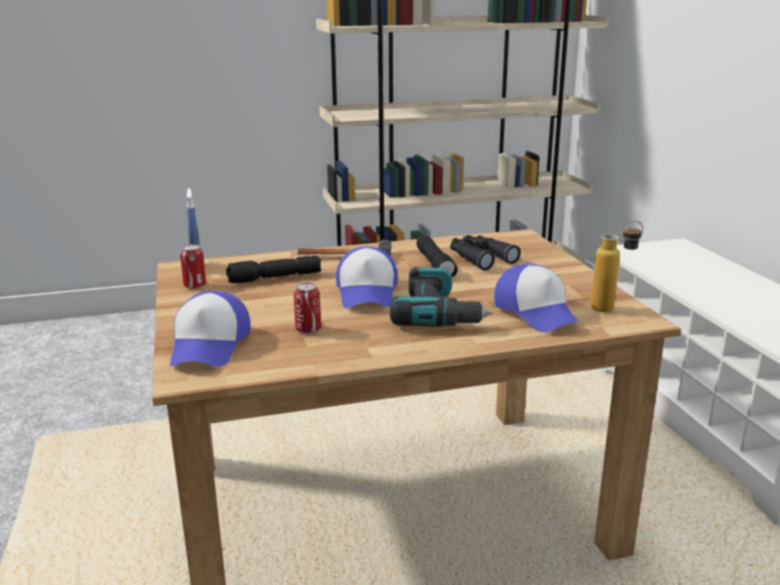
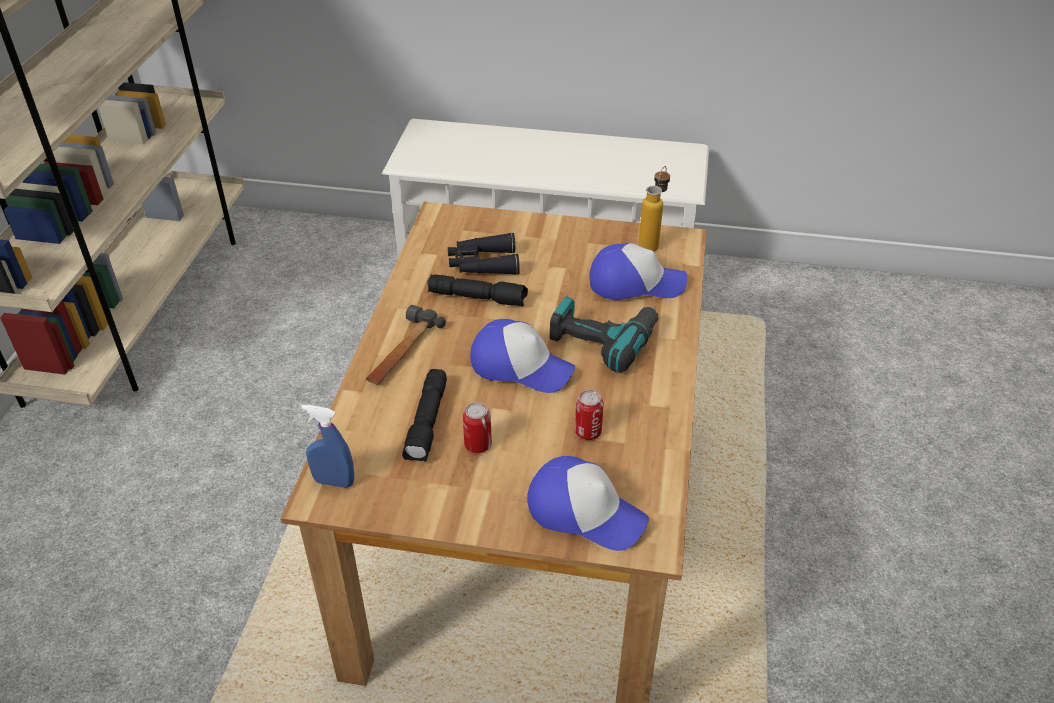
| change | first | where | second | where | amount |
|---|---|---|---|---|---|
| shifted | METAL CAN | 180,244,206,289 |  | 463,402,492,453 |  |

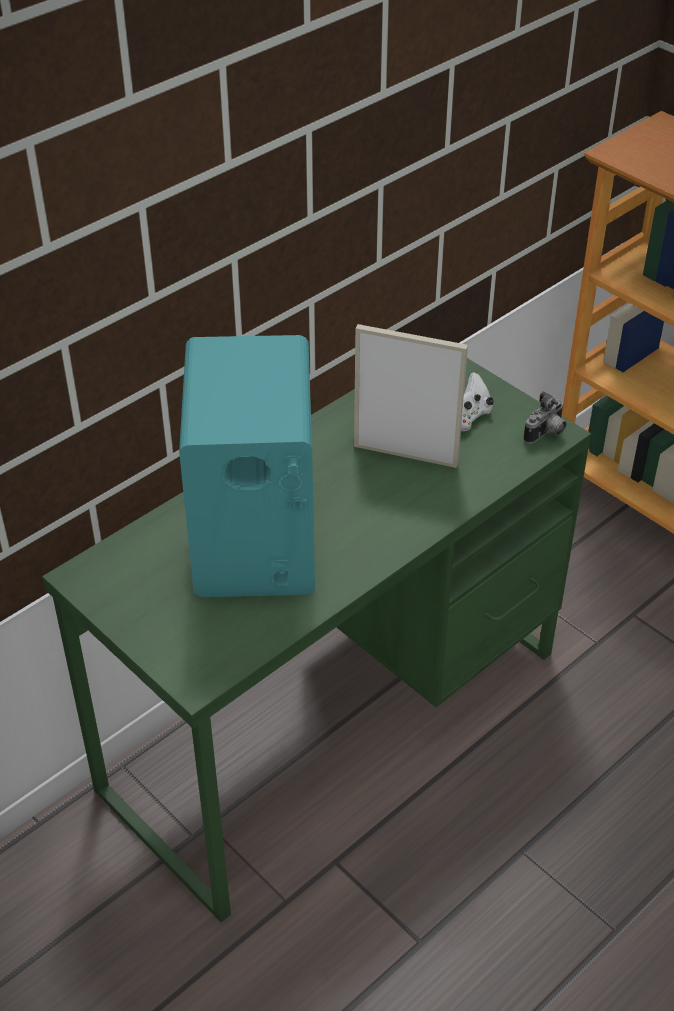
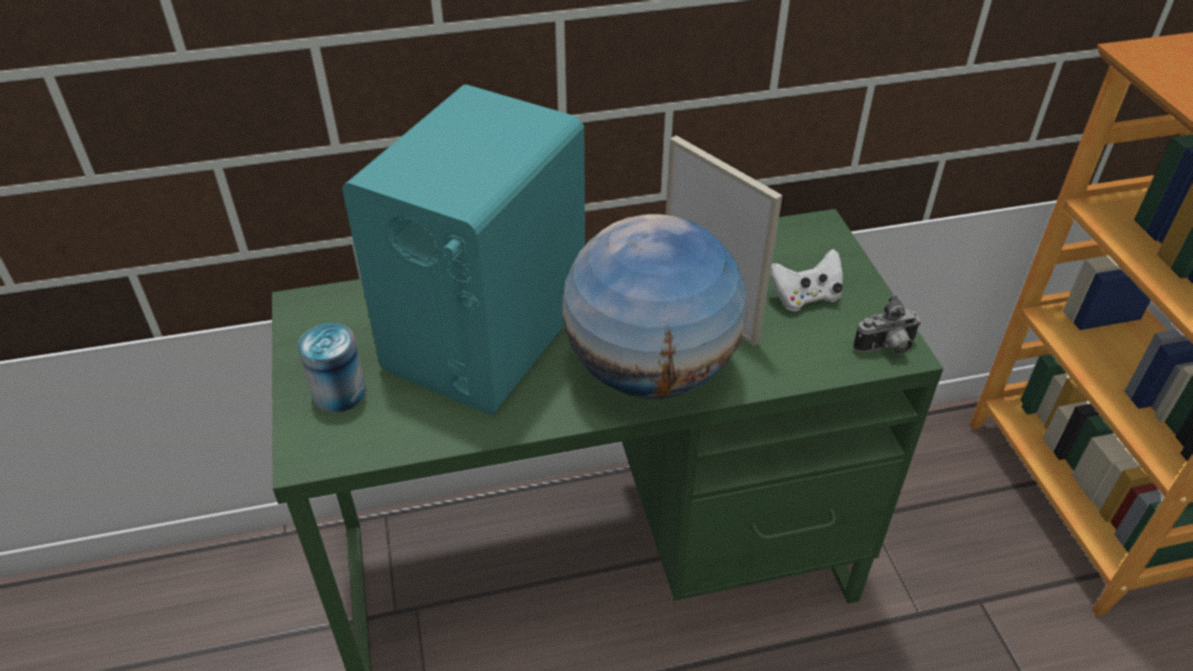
| change | first | where | second | where | amount |
|---|---|---|---|---|---|
| new |  |  | METAL CAN | 298,323,366,413 |  |
| new |  |  | WORLD GLOBE | 562,214,747,398 |  |

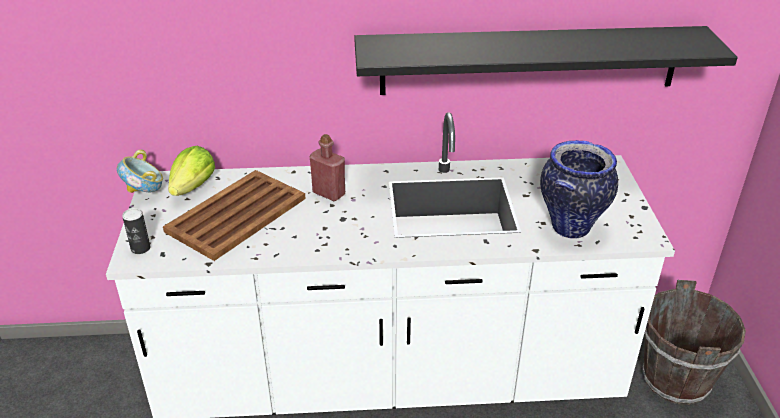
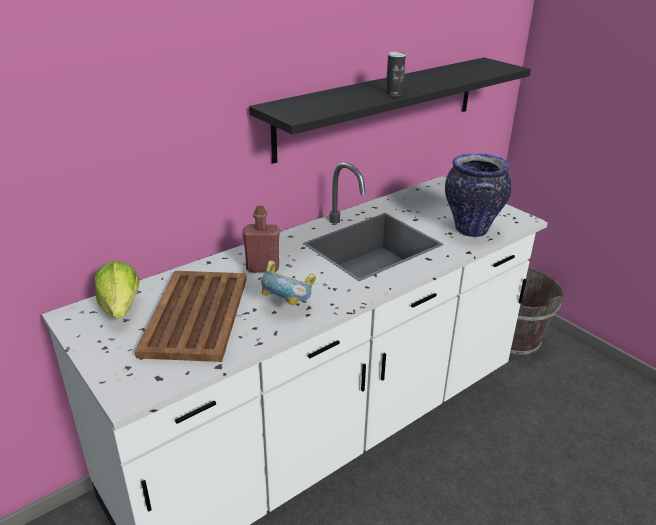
| change | first | where | second | where | amount |
|---|---|---|---|---|---|
| shifted | BOWL | 117,149,163,193 |  | 261,260,316,305 |  |
| shifted | METAL CAN | 122,208,150,254 |  | 386,52,406,96 |  |

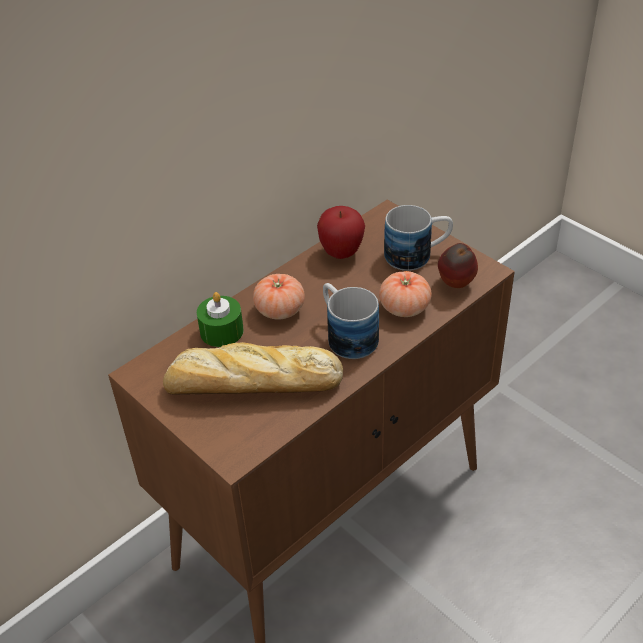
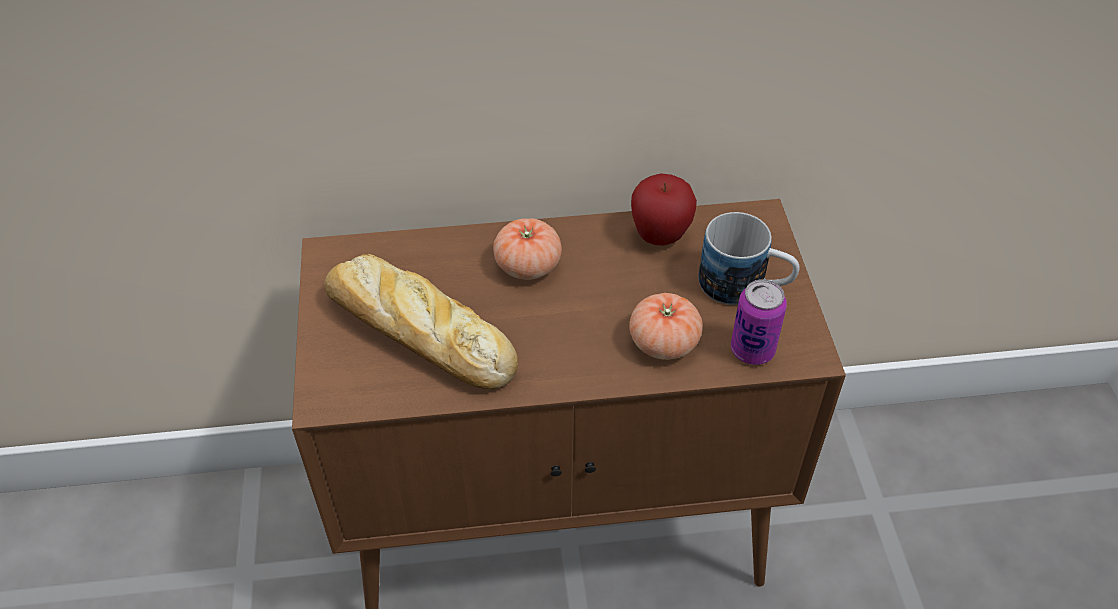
| change | first | where | second | where | amount |
|---|---|---|---|---|---|
| swapped | APPLE FRUIT | 438,243,478,288 | METAL CAN | 731,279,787,365 |  |
| gone | GREENISH WAX CANDLE | 197,292,244,347 |  |  |  |
| gone | MUG | 323,283,379,359 |  |  |  |

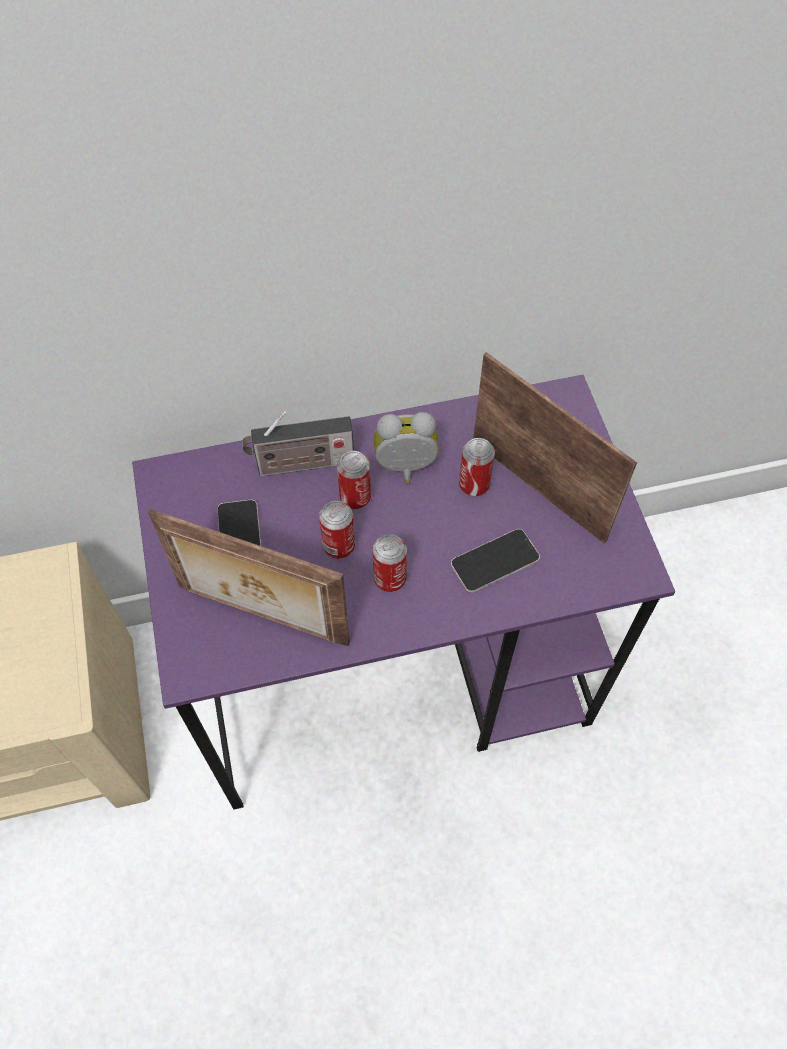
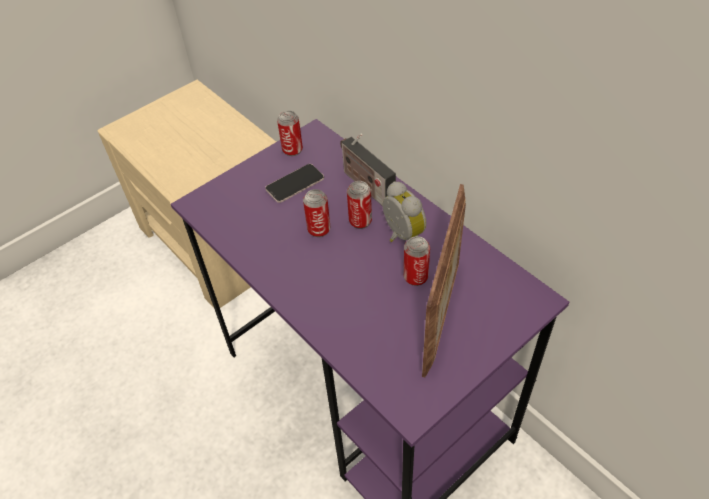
| change | first | where | second | where | amount |
|---|---|---|---|---|---|
| shifted | METAL CAN | 372,534,407,592 |  | 277,111,303,156 |  |
| gone | STANDING FRAME | 148,509,350,646 |  |  |  |
| gone | PHONE | 451,529,540,593 |  |  |  |

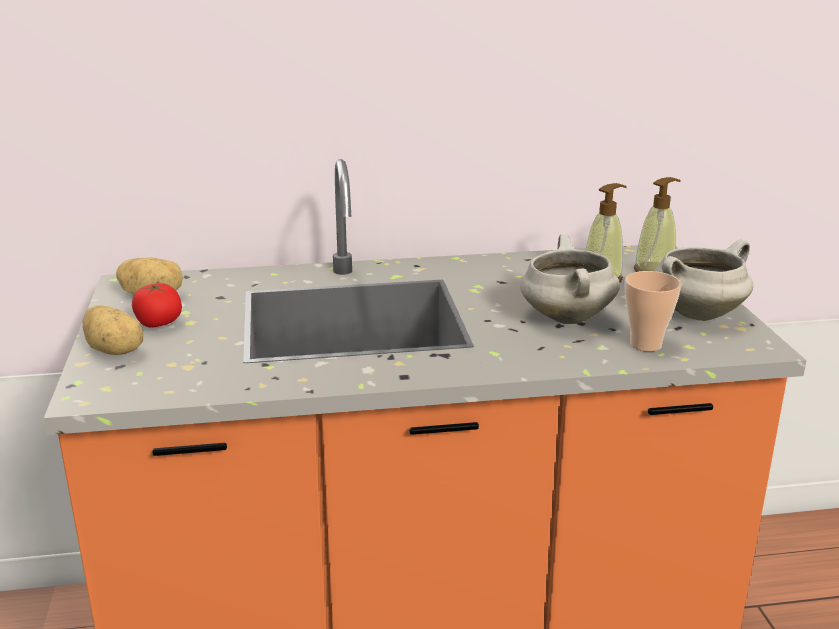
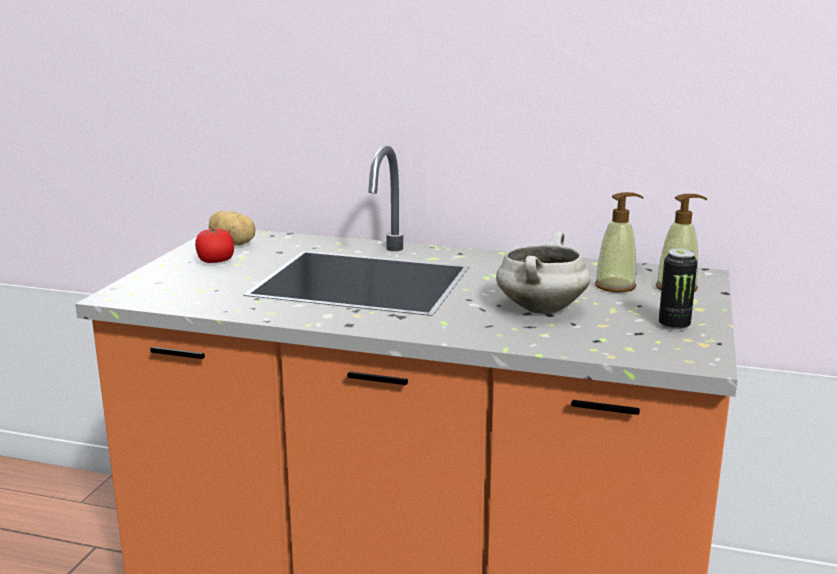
| change | first | where | second | where | amount |
|---|---|---|---|---|---|
| swapped | WHITISH COOKING POT | 655,240,753,321 | METAL CAN | 659,249,697,331 |  |
| gone | POTATO | 82,305,143,355 |  |  |  |
| gone | CUP | 625,271,681,351 |  |  |  |

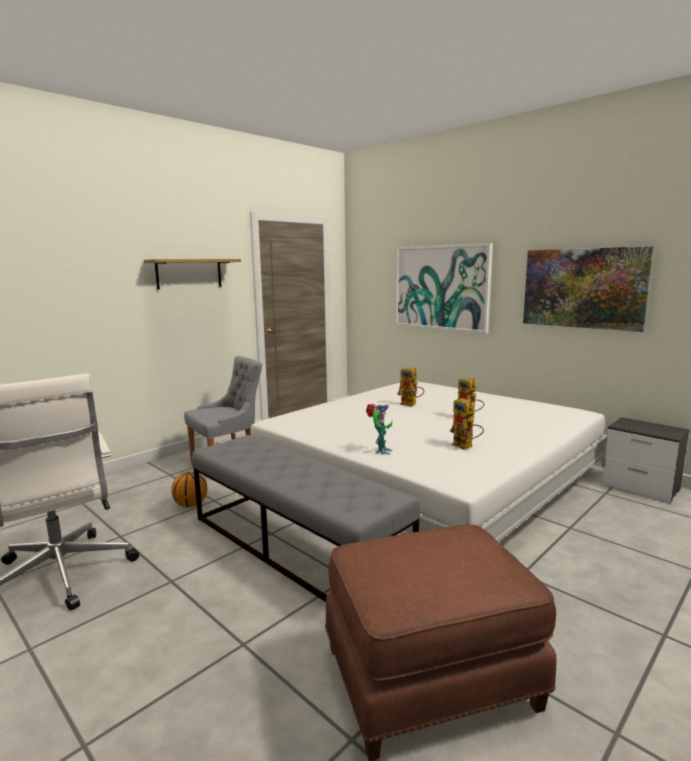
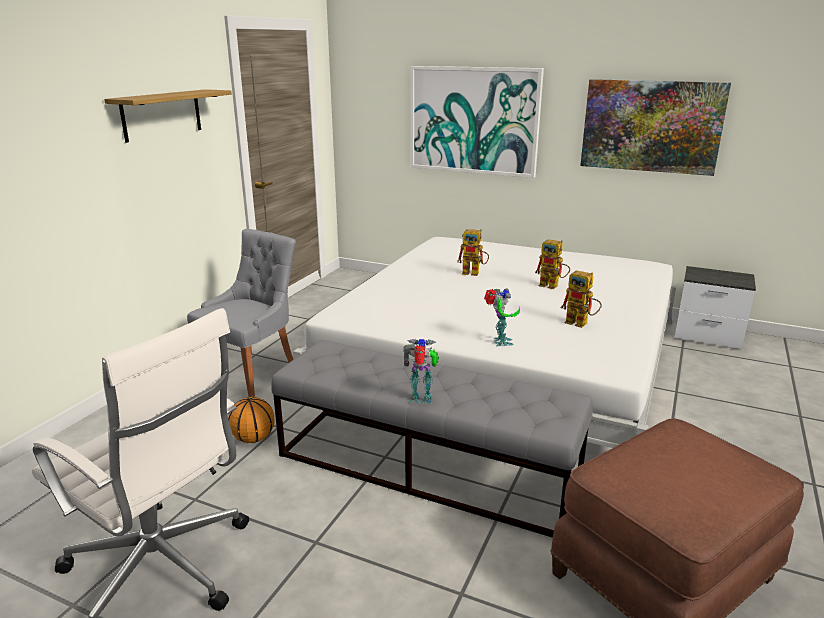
| change | first | where | second | where | amount |
|---|---|---|---|---|---|
| new |  |  | TOY ROBOT | 403,339,439,404 |  |

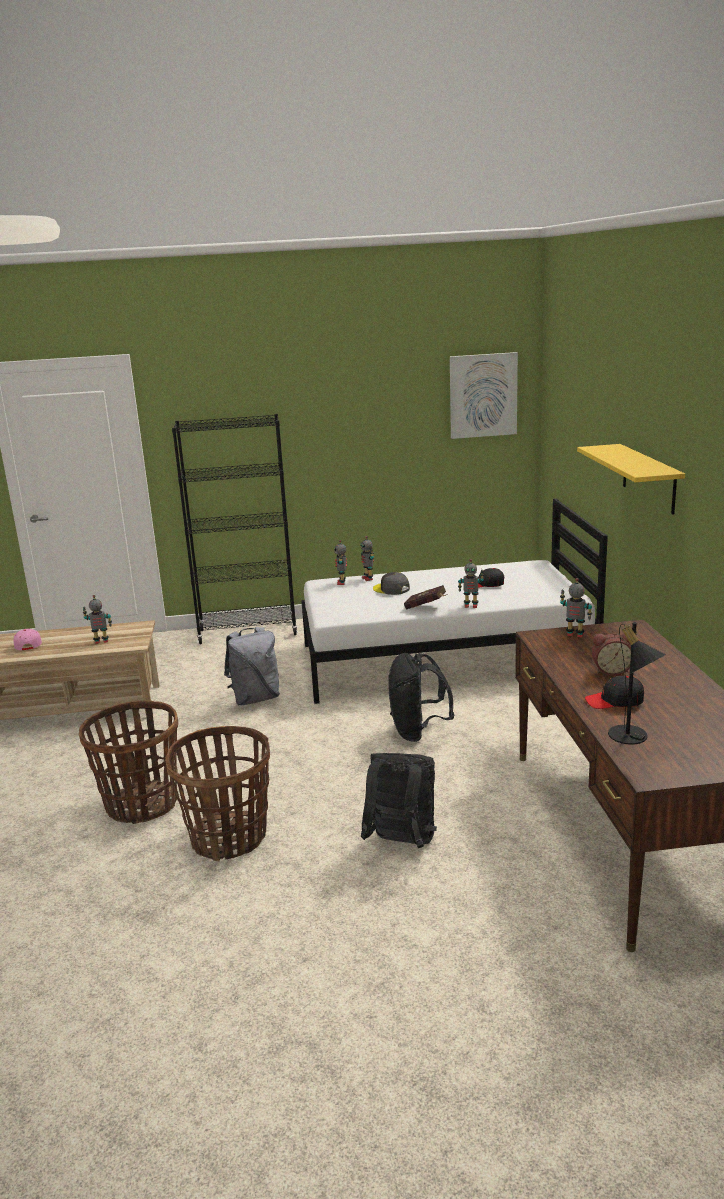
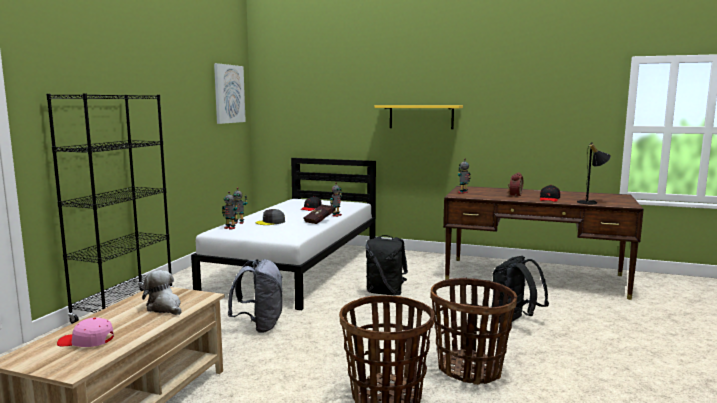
| change | first | where | second | where | amount |
|---|---|---|---|---|---|
| swapped | TOY ROBOT | 83,595,112,644 | CUDDLY TOY | 142,270,182,315 |  |

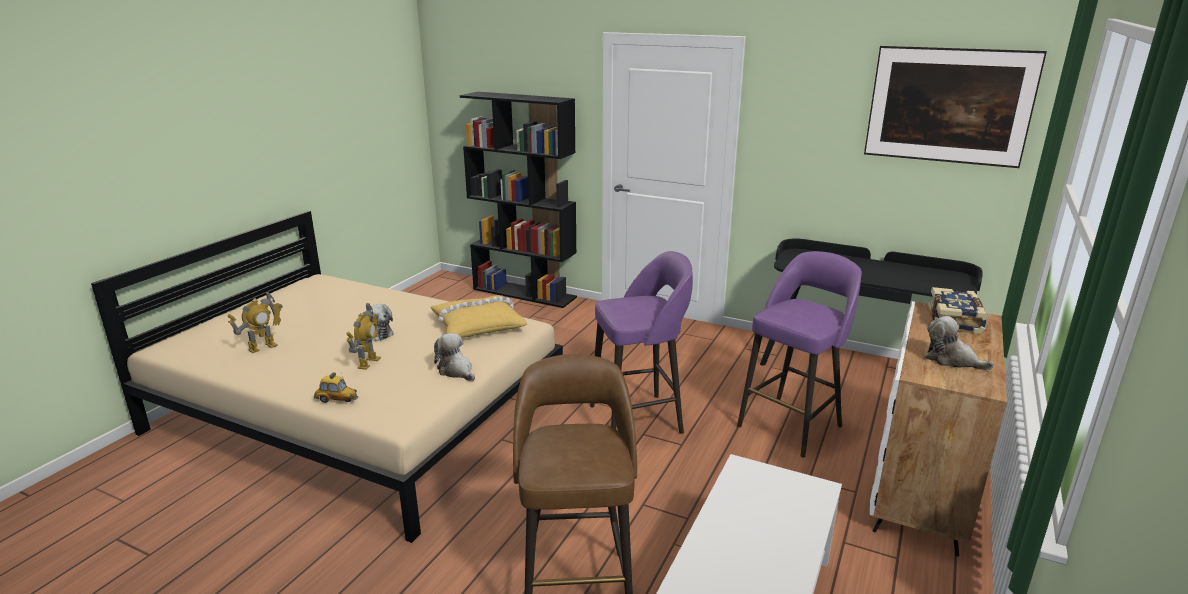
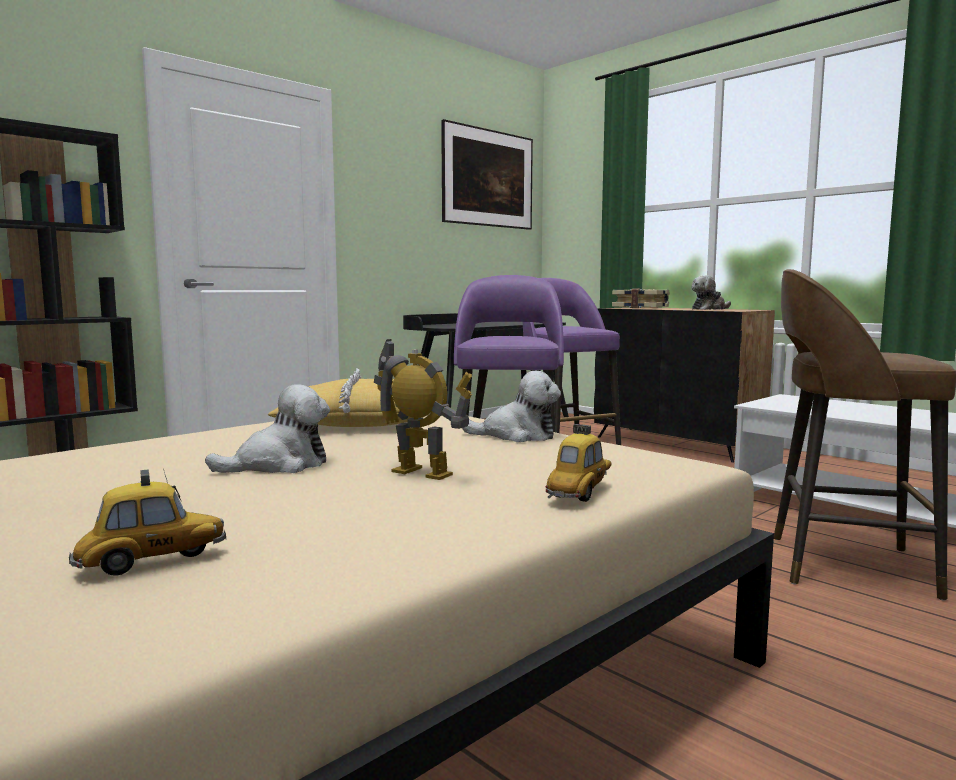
| change | first | where | second | where | amount |
|---|---|---|---|---|---|
| swapped | TOY ROBOT | 228,291,283,353 | TOY CAR | 69,469,226,576 |  |
| rotated | CUDDLY TOY | 434,333,475,381 |  | 462,371,561,442 | 150 degrees counterclockwise |
| repainted | WHITISH CABINET | 870,301,1007,557 | BLACK CABINET | 594,307,775,463 |  |

